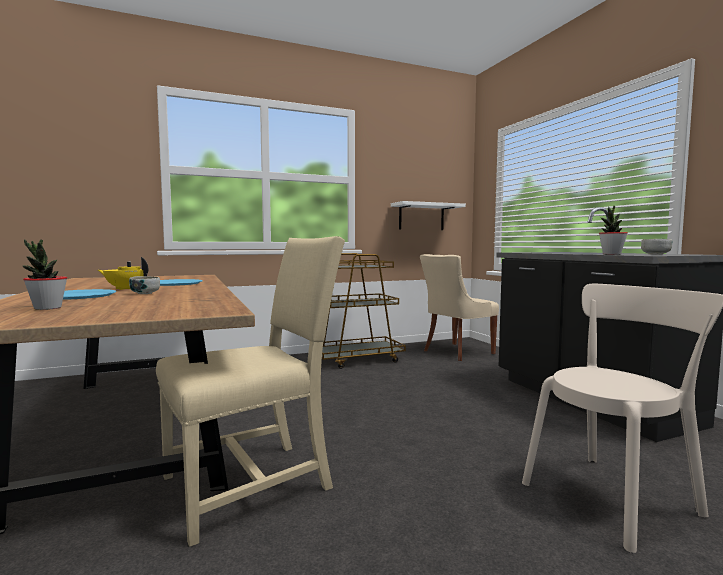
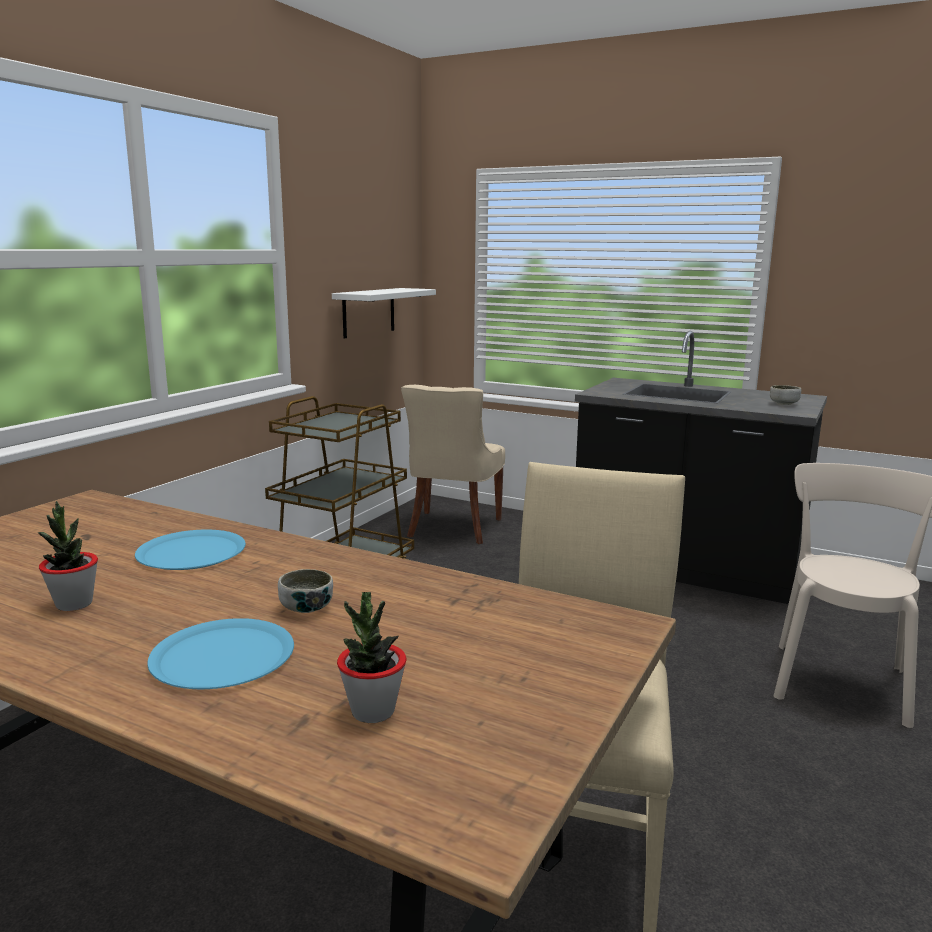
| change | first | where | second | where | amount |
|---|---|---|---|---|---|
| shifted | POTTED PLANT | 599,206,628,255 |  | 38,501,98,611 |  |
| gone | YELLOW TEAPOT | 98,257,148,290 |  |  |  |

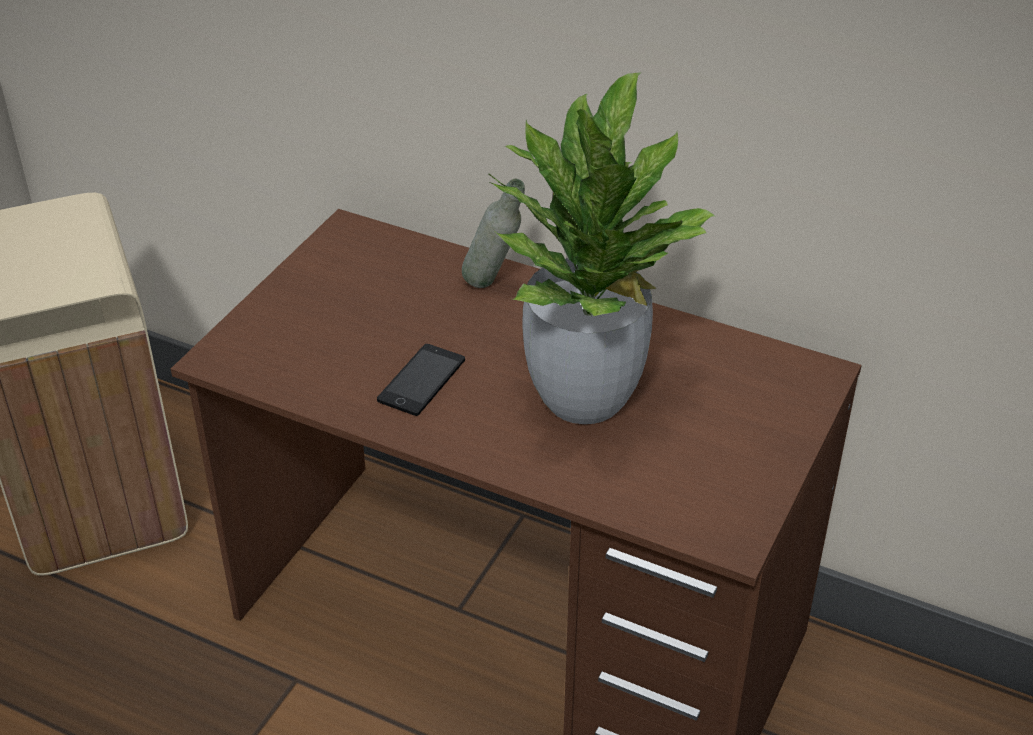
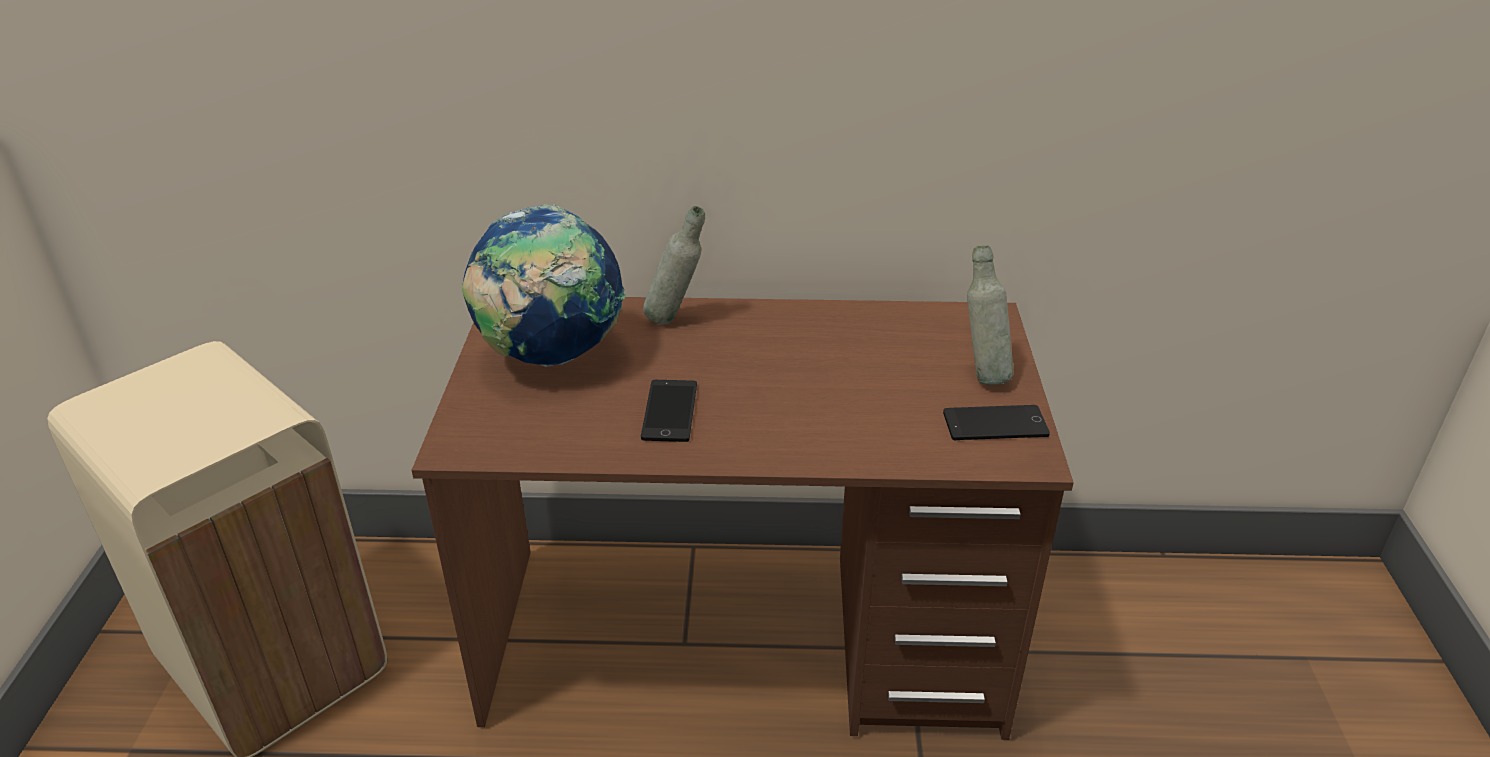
| change | first | where | second | where | amount |
|---|---|---|---|---|---|
| new |  |  | WORLD GLOBE | 462,204,627,367 |  |
| new |  |  | PHONE | 943,405,1050,440 |  |
| new |  |  | GRAY BOTTLE | 967,246,1014,385 |  |
| gone | POTTED PLANT | 488,72,715,424 |  |  |  |

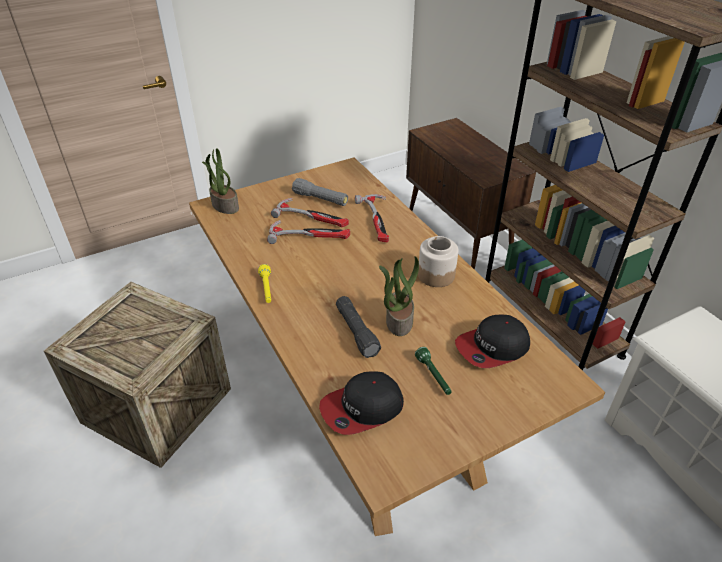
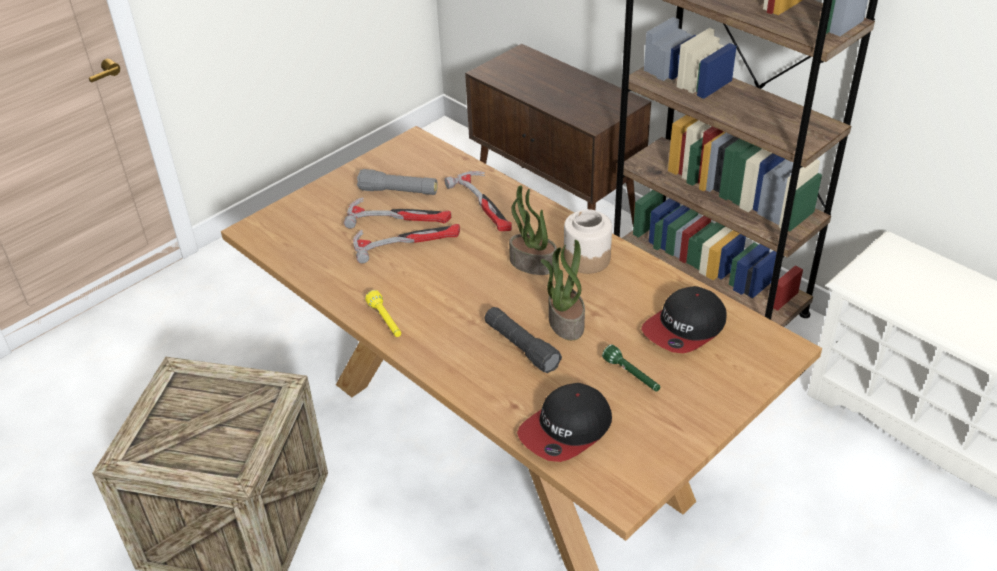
| change | first | where | second | where | amount |
|---|---|---|---|---|---|
| shifted | POTTED PLANT | 202,148,239,214 |  | 509,185,557,275 |  |

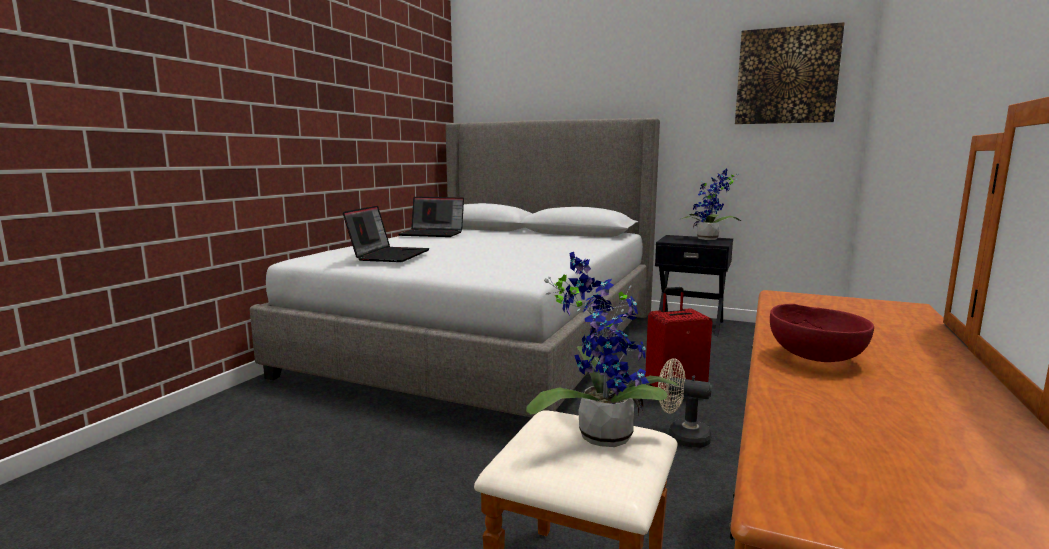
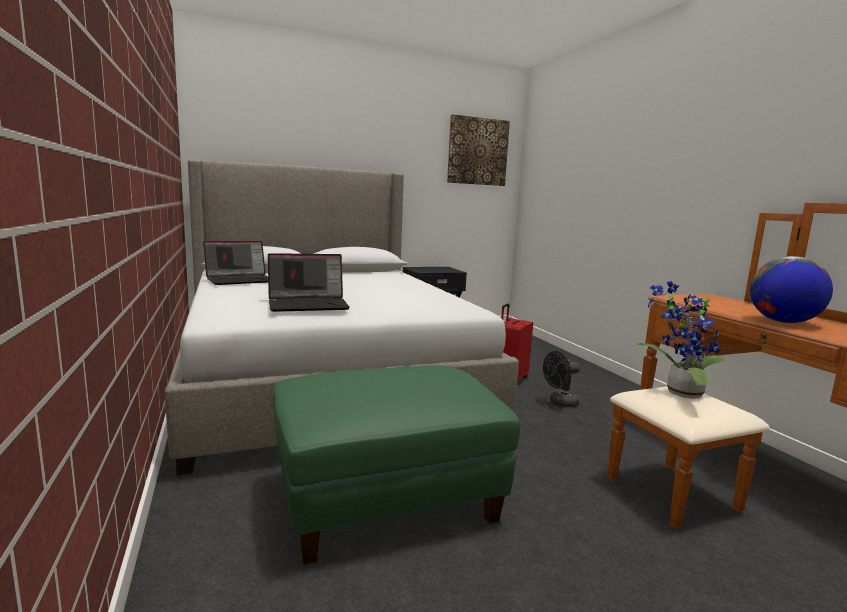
| change | first | where | second | where | amount |
|---|---|---|---|---|---|
| rotated | LAPTOP | 343,206,430,262 |  | 268,253,350,312 | 105 degrees clockwise |
| new |  |  | GREENISH FOOTREST | 273,365,520,565 |  |
| repainted | SAND-COLOURED FAN | 658,358,712,448 | BLACK FAN | 543,351,580,407 |  |
| swapped | REDDISH BOWL | 770,304,874,362 | WORLD GLOBE | 750,256,833,323 |  |
| gone | POTTED PLANT | 679,169,741,240 |  |  |  |

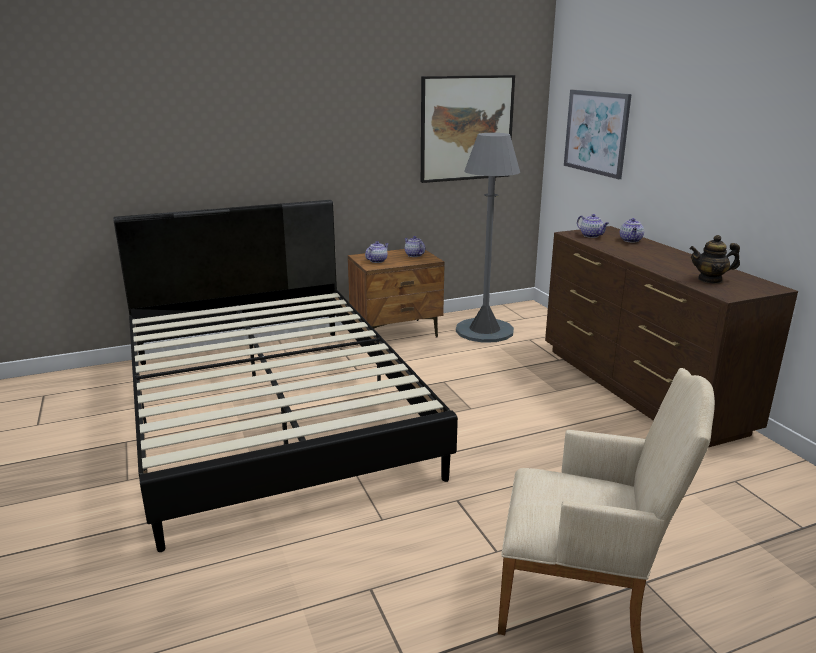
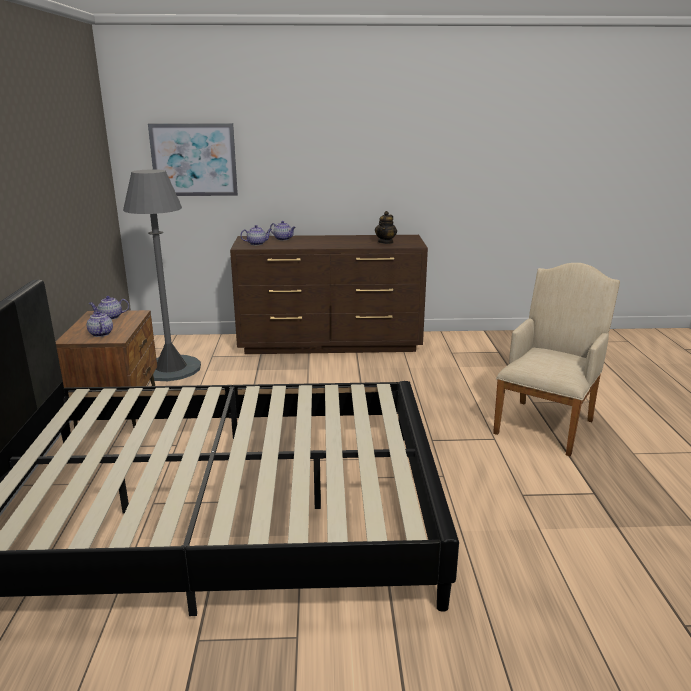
| change | first | where | second | where | amount |
|---|---|---|---|---|---|
| gone | WALL PICTURE | 421,75,515,183 |  |  |  |

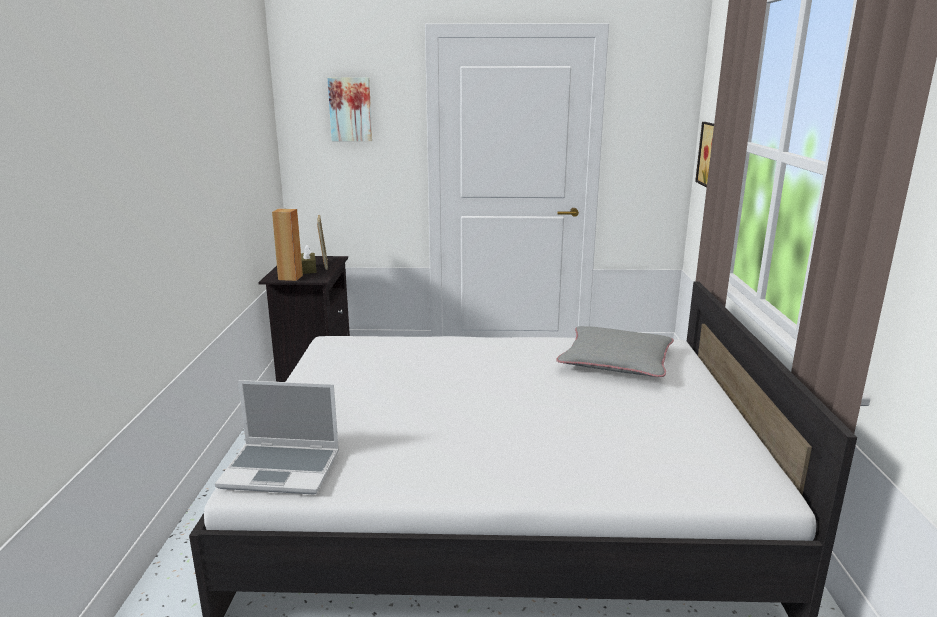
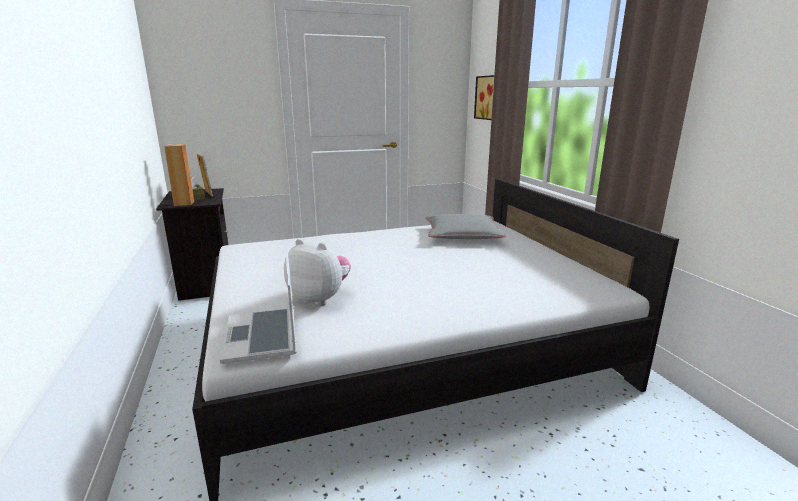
| change | first | where | second | where | amount |
|---|---|---|---|---|---|
| rotated | LAPTOP | 215,380,339,494 |  | 220,252,296,364 | 90 degrees clockwise |
| new |  |  | CUDDLY TOY | 284,239,351,306 |  |
| gone | WALL PICTURE | 327,78,372,141 |  |  |  |

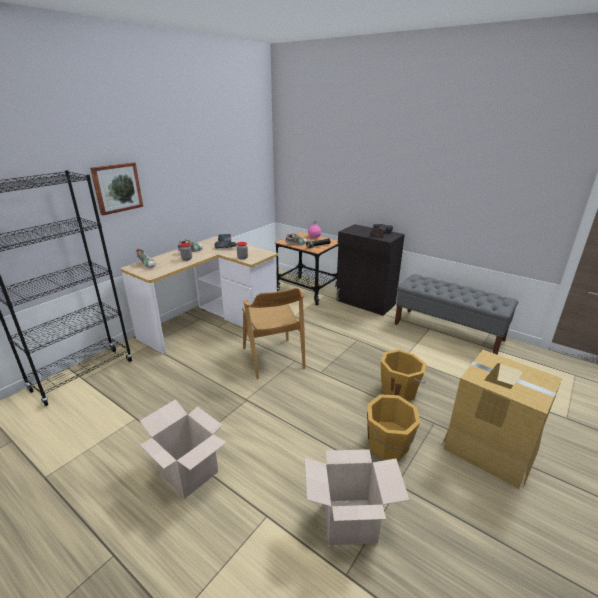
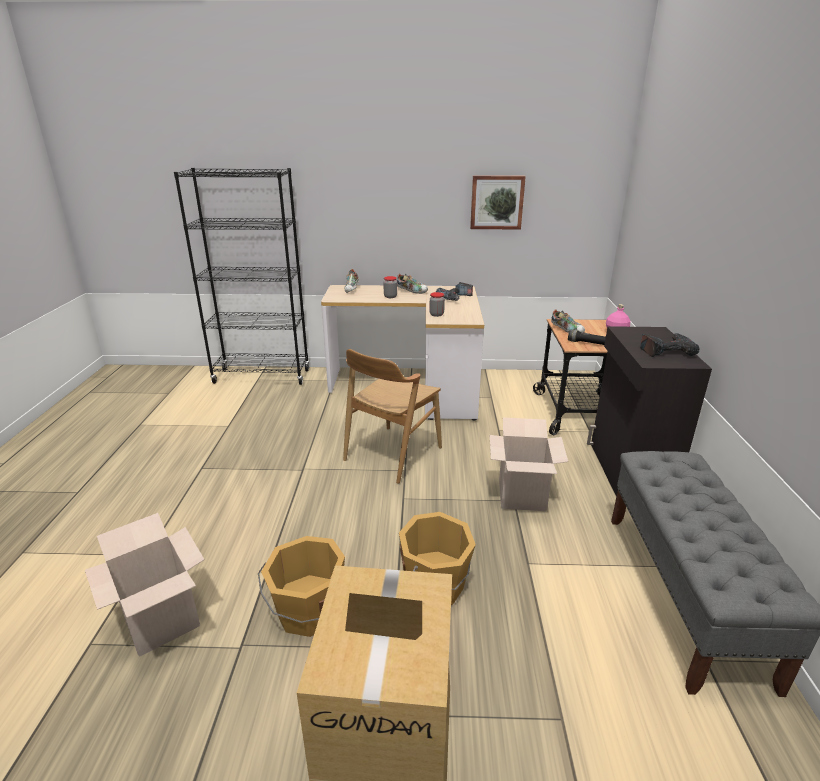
| change | first | where | second | where | amount |
|---|---|---|---|---|---|
| shifted | WALL PICTURE | 90,162,143,215 |  | 470,175,526,229 |  |
| shifted | PACKING BOX | 140,399,227,499 |  | 490,417,568,511 |  |

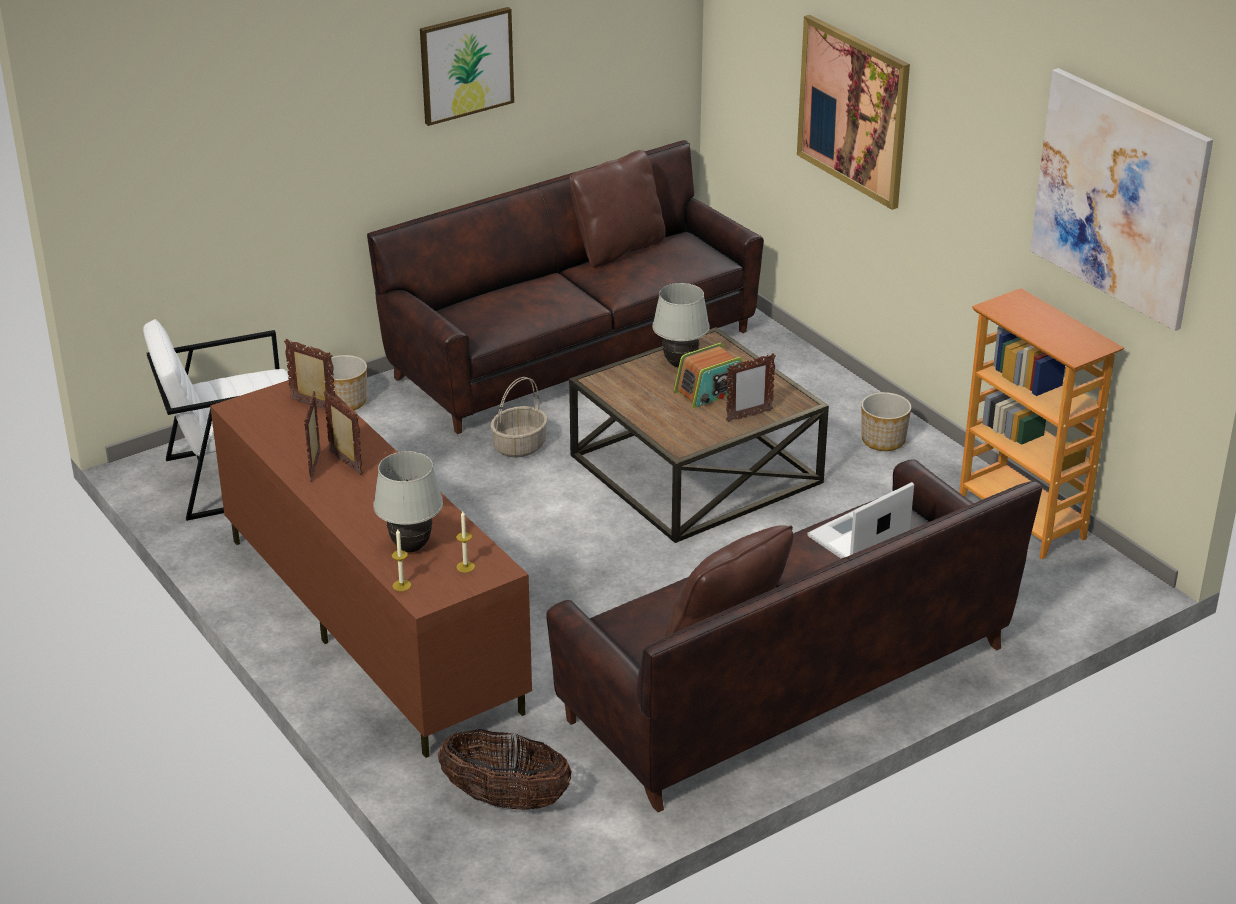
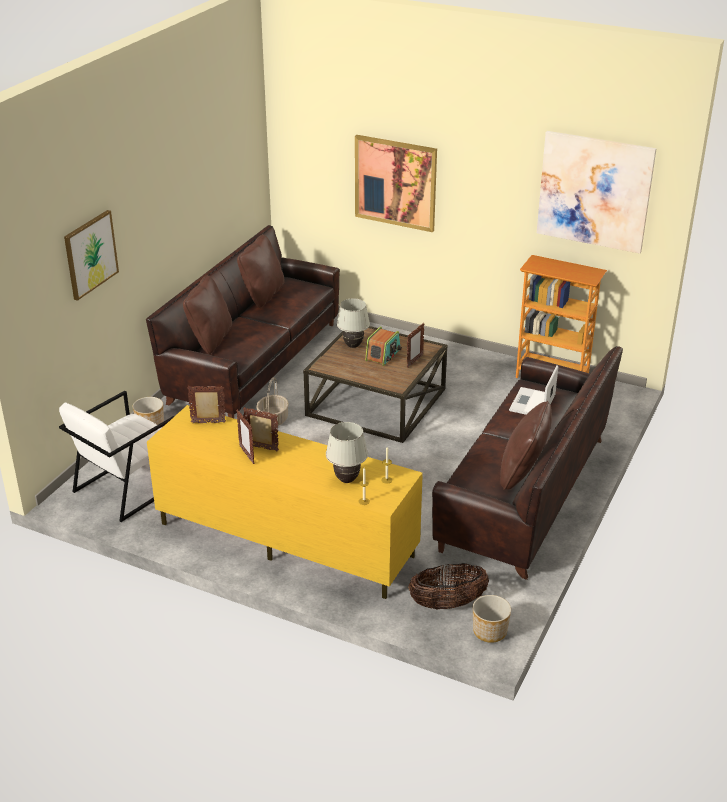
| change | first | where | second | where | amount |
|---|---|---|---|---|---|
| shifted | WALL PICTURE | 420,7,514,126 |  | 64,210,119,301 |  |
| repainted | BROWN-COLOURED TV STAND | 210,380,532,758 | YELLOW TV STAND | 147,405,423,599 |  |
| new |  |  | BROWN-COLOURED PILLOW | 183,275,232,355 |  |
| shifted | FLOWER POT | 861,392,911,451 |  | 473,595,511,643 |  |

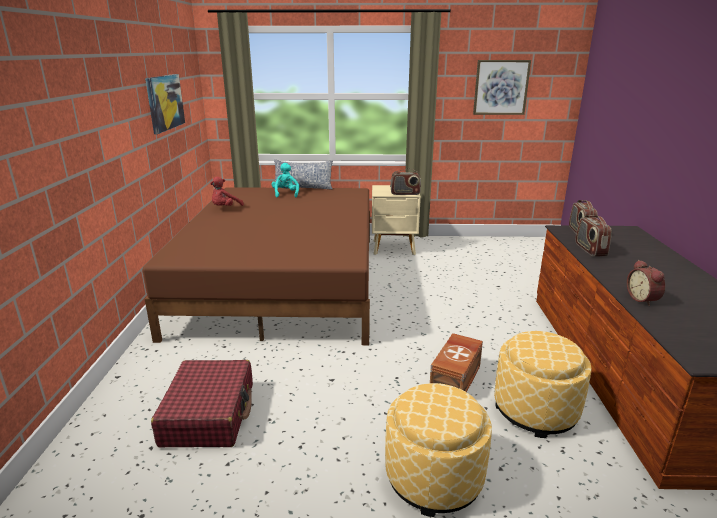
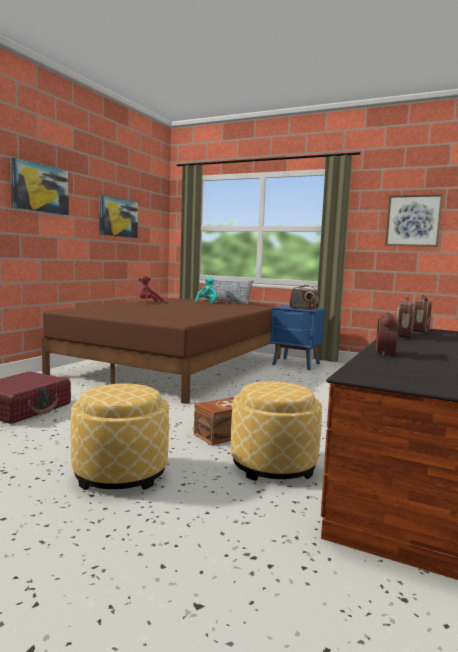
| change | first | where | second | where | amount |
|---|---|---|---|---|---|
| new |  |  | WALL PICTURE | 10,157,69,215 |  |
| repainted | SAND-COLOURED BEDSIDE TABLE | 372,185,421,255 | BLUE-COLOURED BEDSIDE TABLE | 270,305,325,370 |  |

